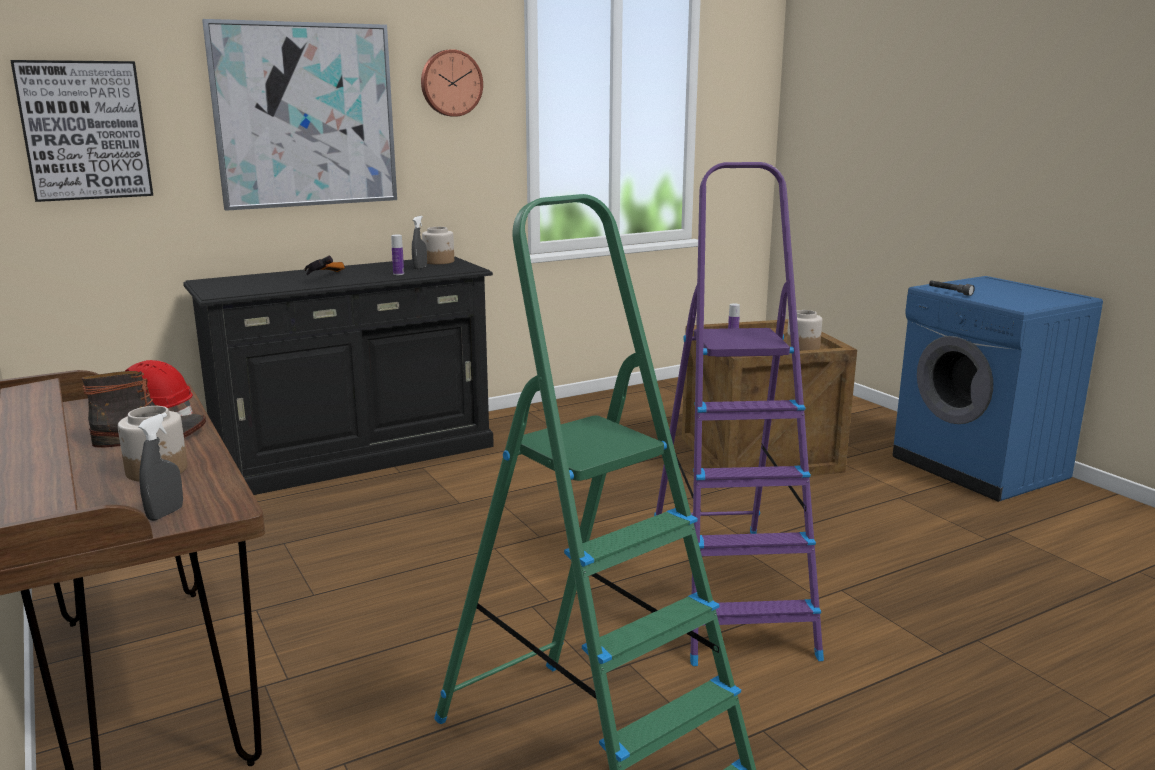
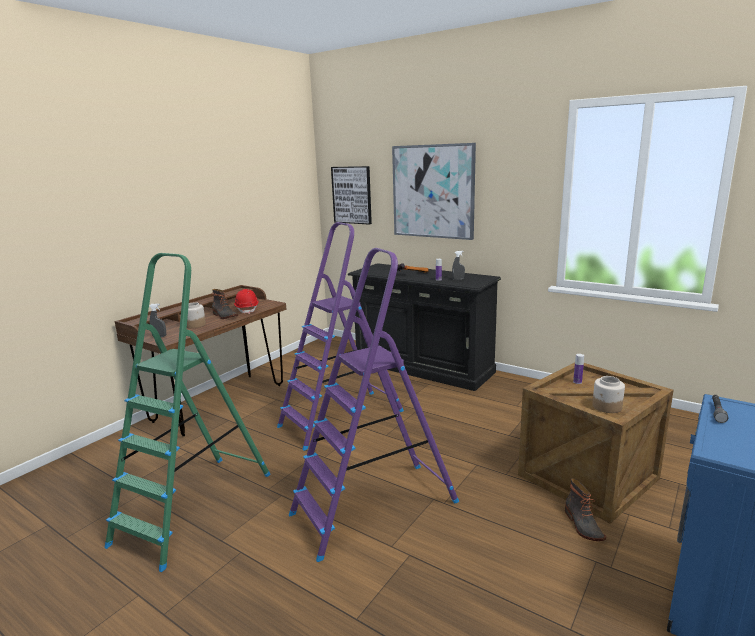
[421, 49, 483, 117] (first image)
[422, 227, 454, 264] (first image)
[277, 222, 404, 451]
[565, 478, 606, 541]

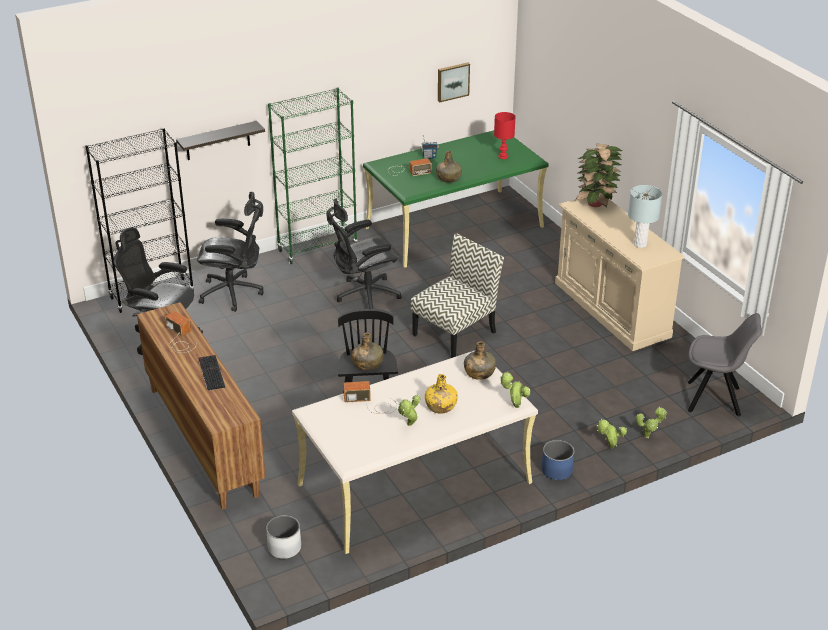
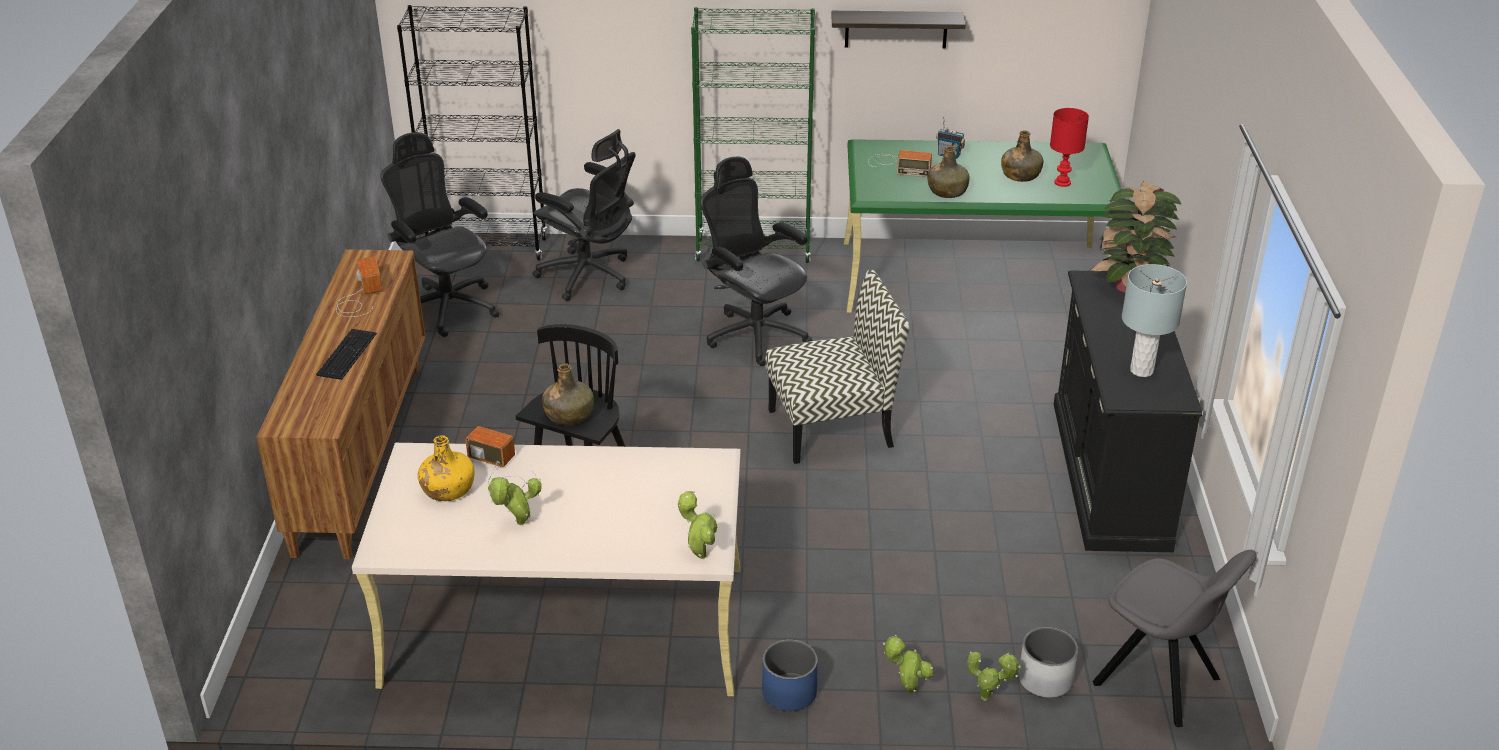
[438, 63, 470, 102] (first image)
[831, 11, 966, 49]
[1018, 627, 1078, 698]
[418, 435, 474, 501]
[1001, 130, 1044, 182]
[1054, 271, 1202, 552]
[700, 157, 813, 366]

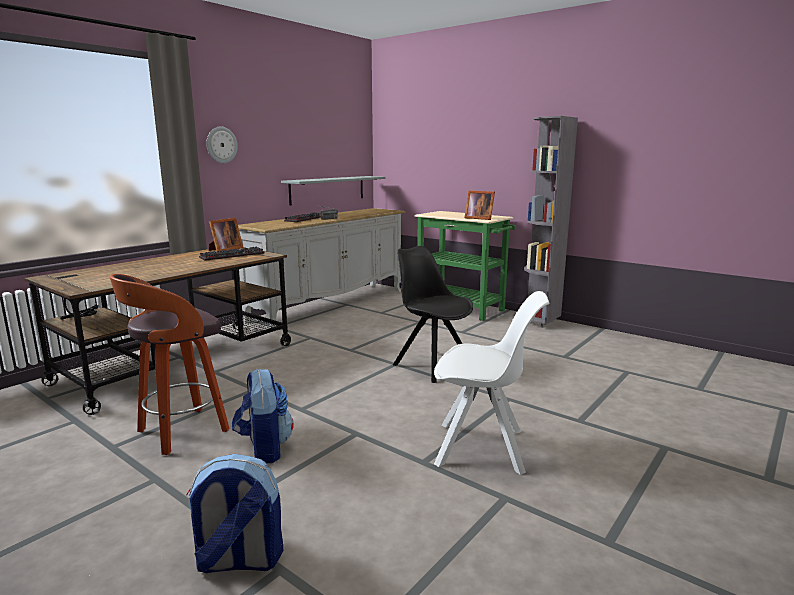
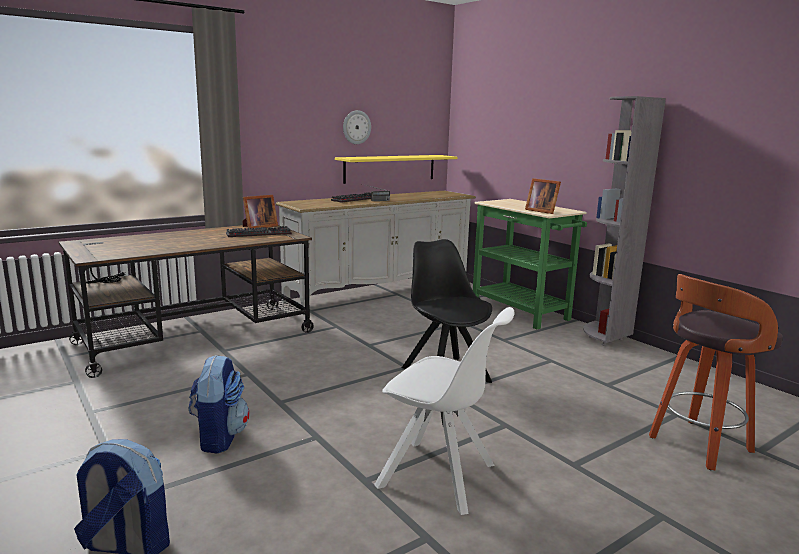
[649, 274, 783, 470]
[343, 110, 371, 144]
[335, 155, 458, 184]

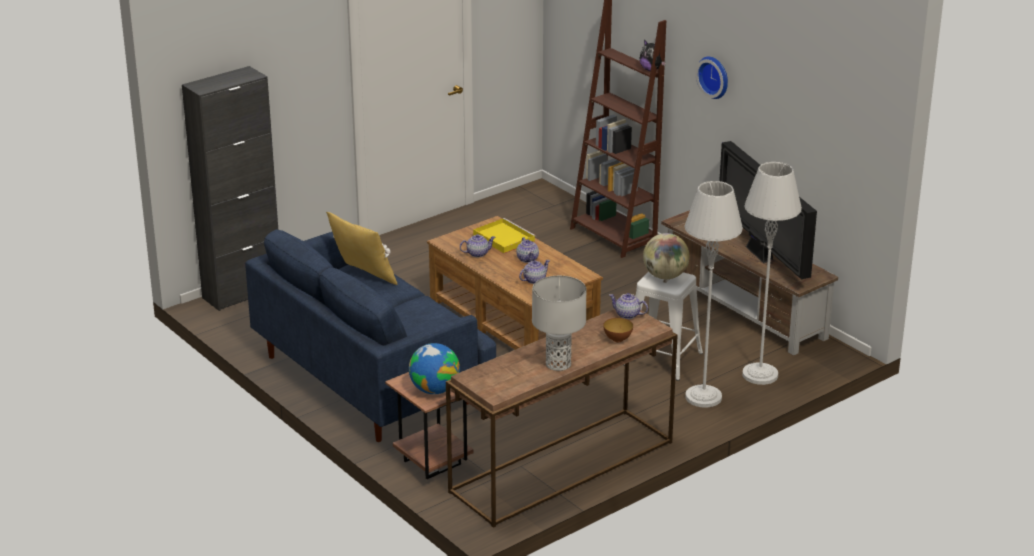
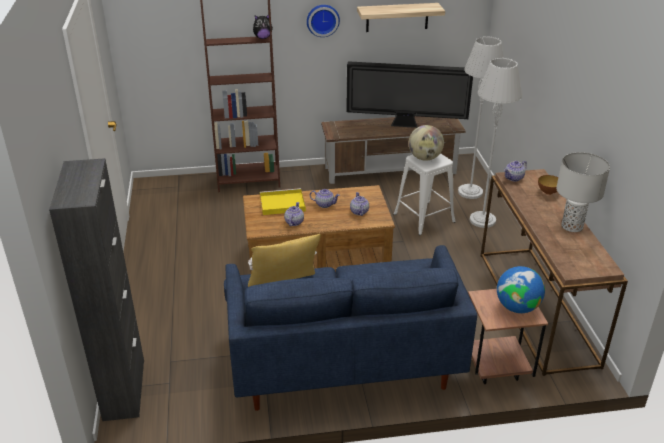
[357, 3, 445, 32]

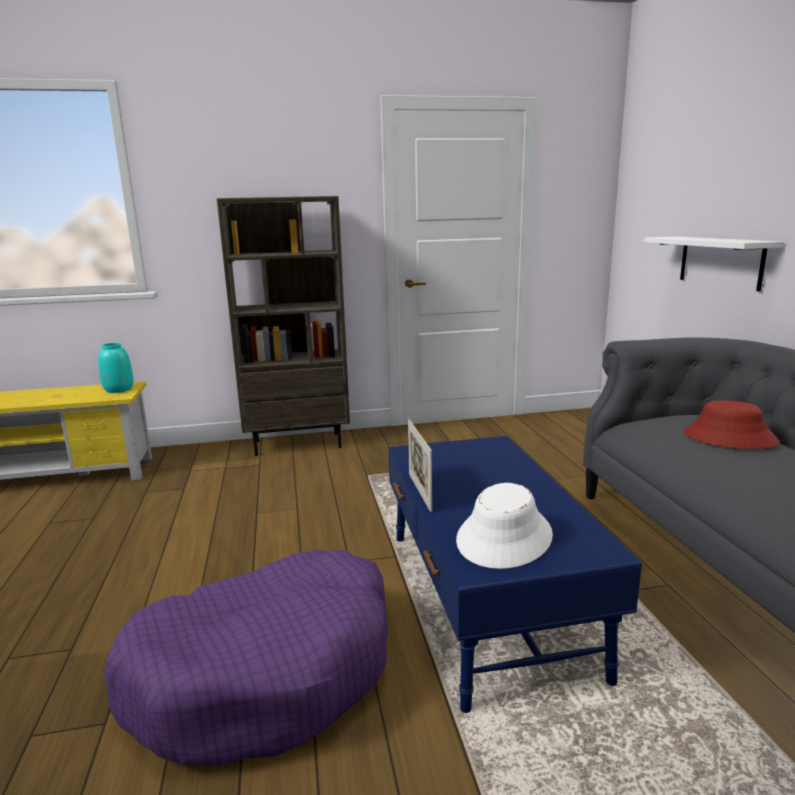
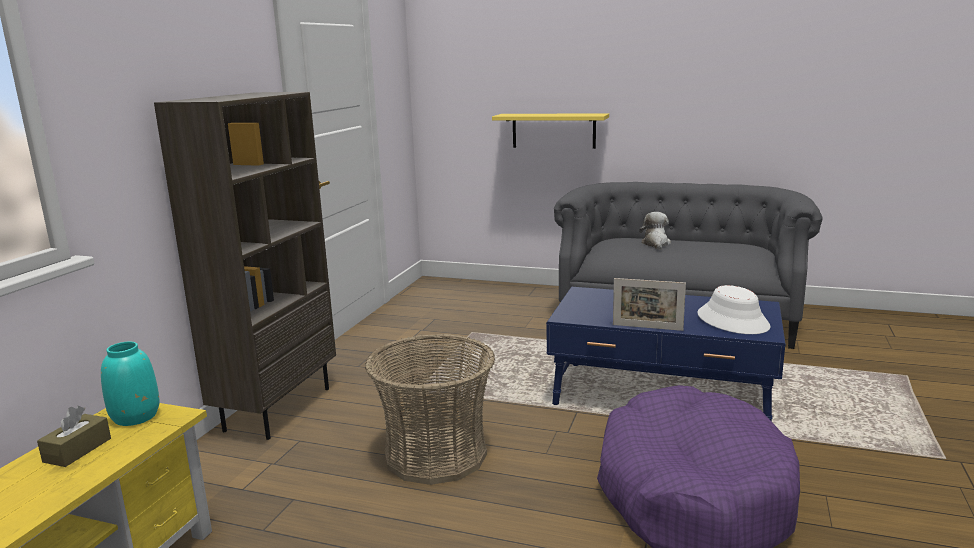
[37, 406, 111, 467]
[365, 334, 495, 485]
[639, 212, 671, 250]
[492, 113, 609, 149]

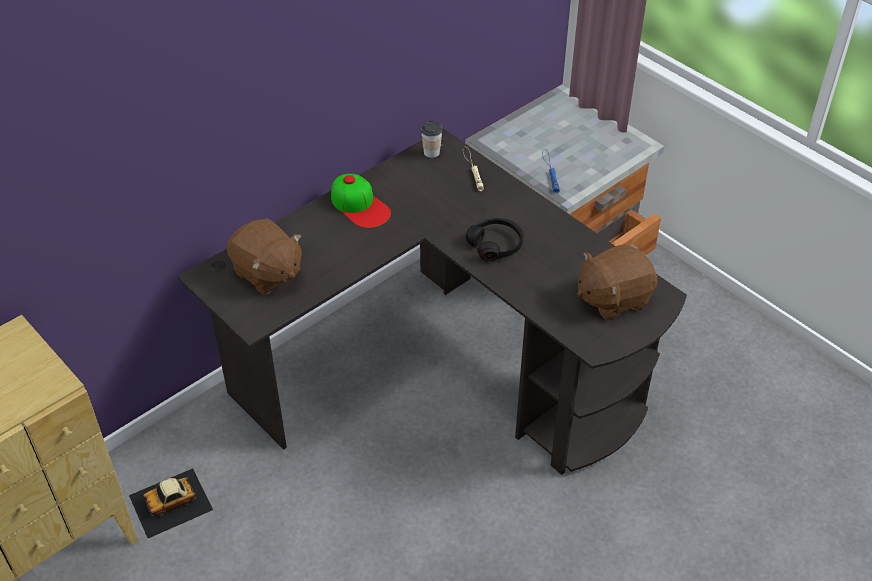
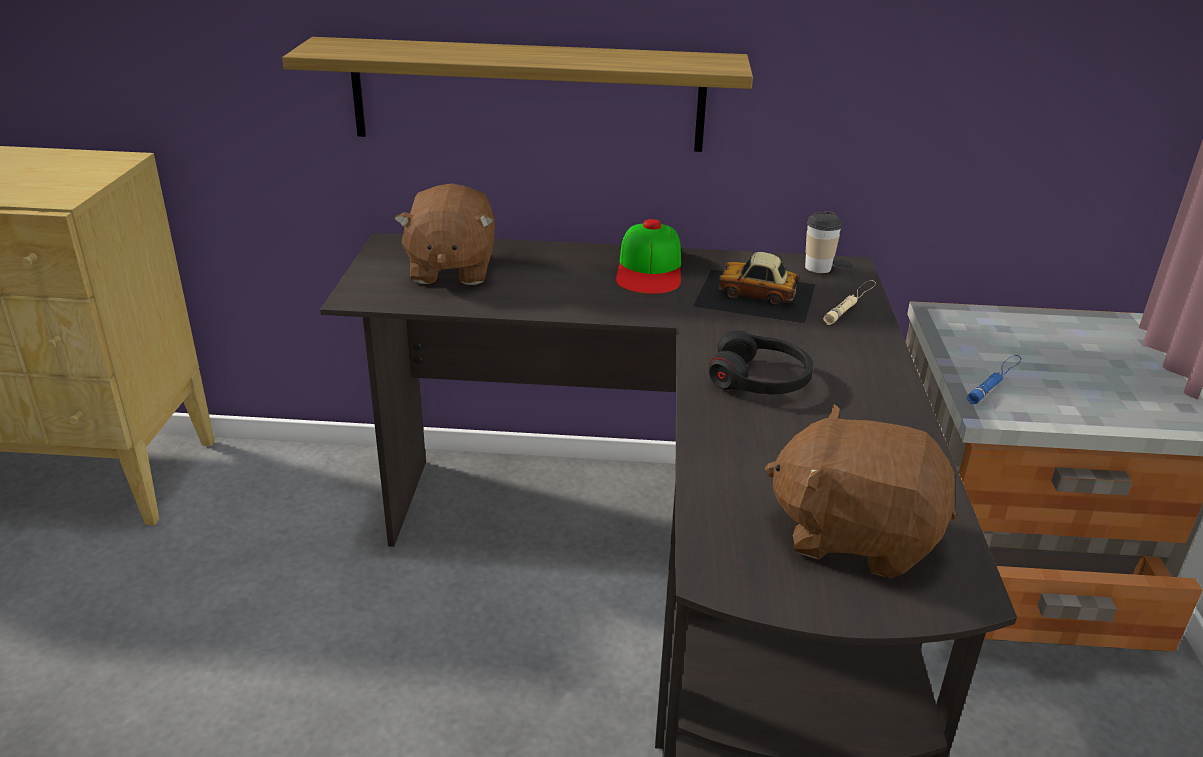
[282, 37, 753, 152]
[693, 252, 815, 324]

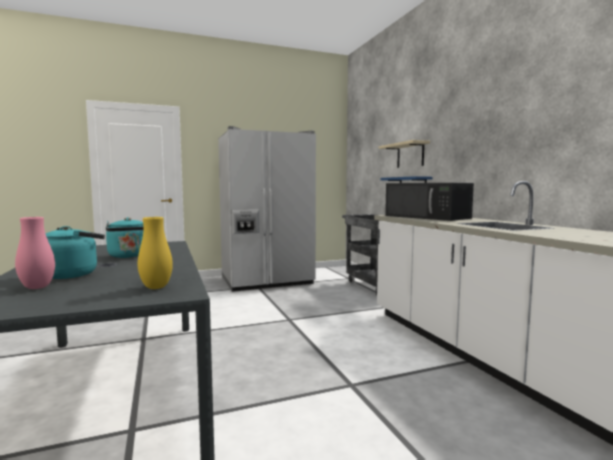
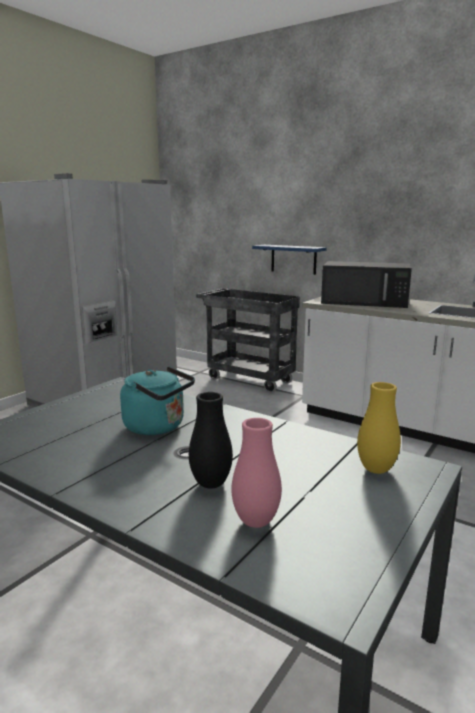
[379, 140, 430, 168] (first image)
[189, 392, 233, 489]

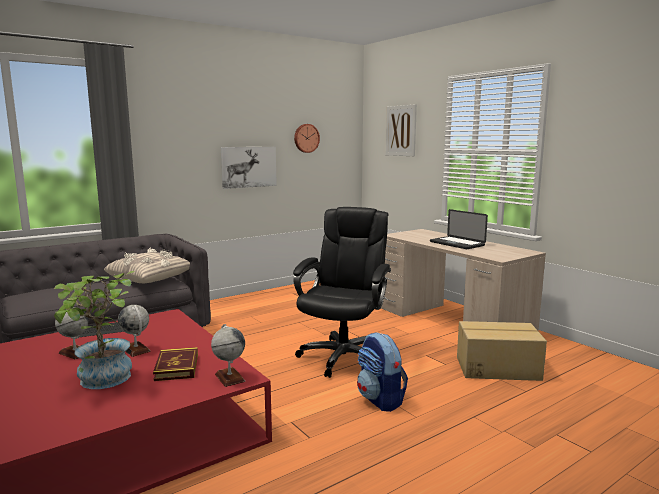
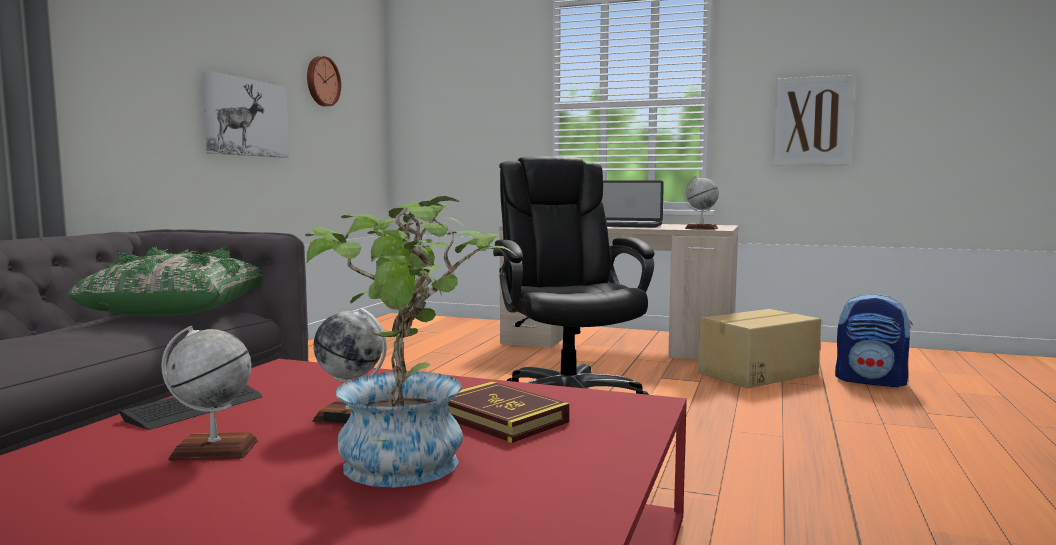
[684, 176, 719, 230]
[835, 294, 913, 388]
[773, 75, 854, 166]
[67, 246, 262, 316]

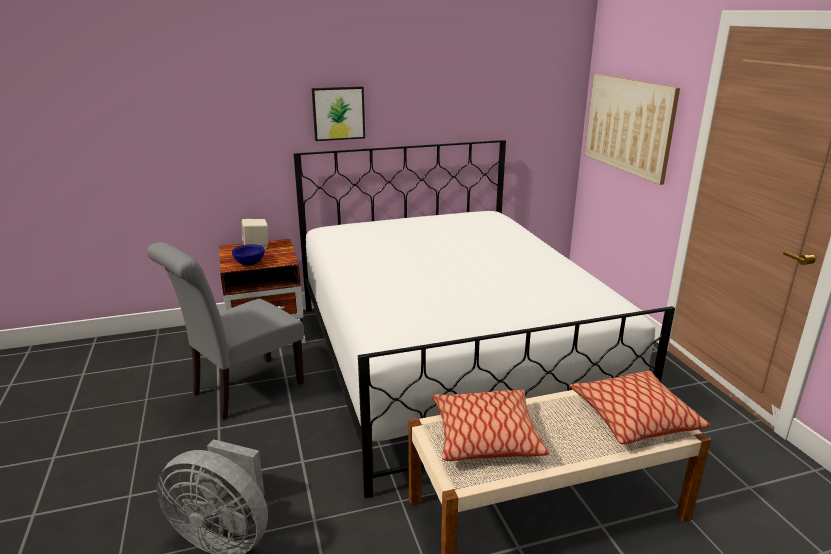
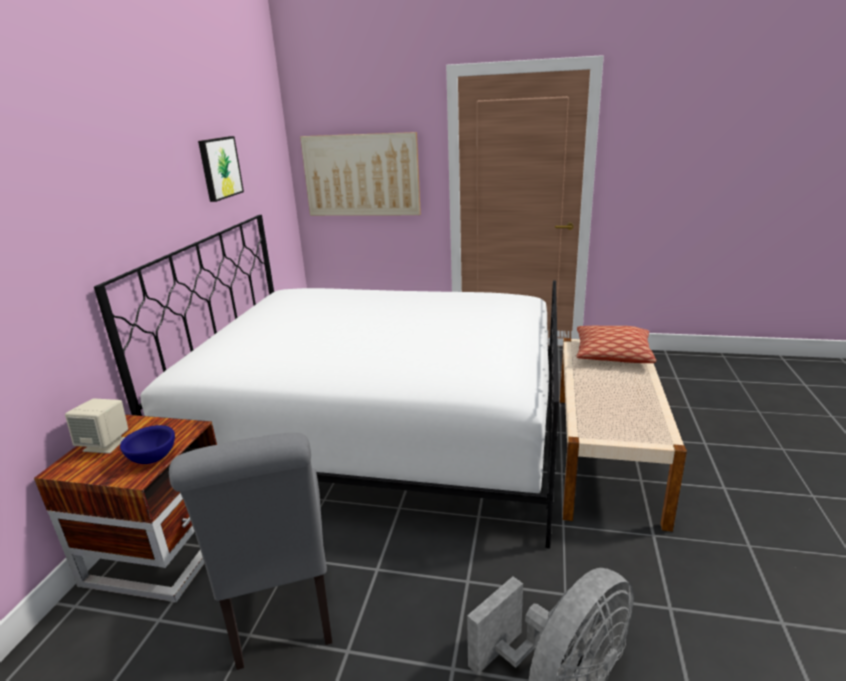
[432, 390, 549, 461] (first image)
[198, 136, 244, 202]

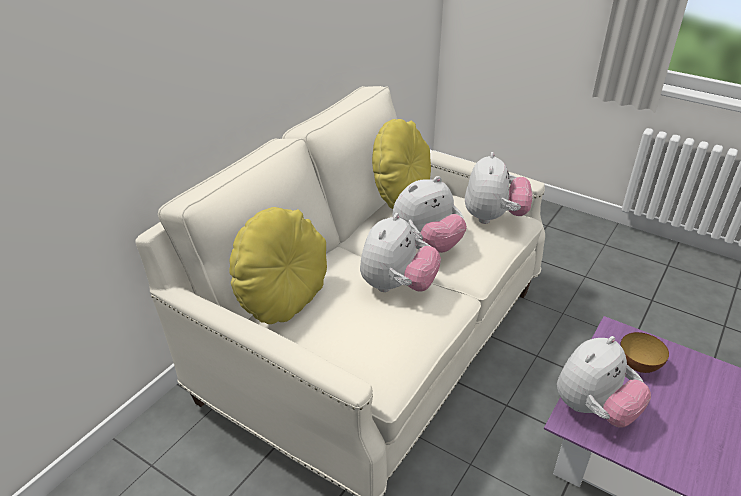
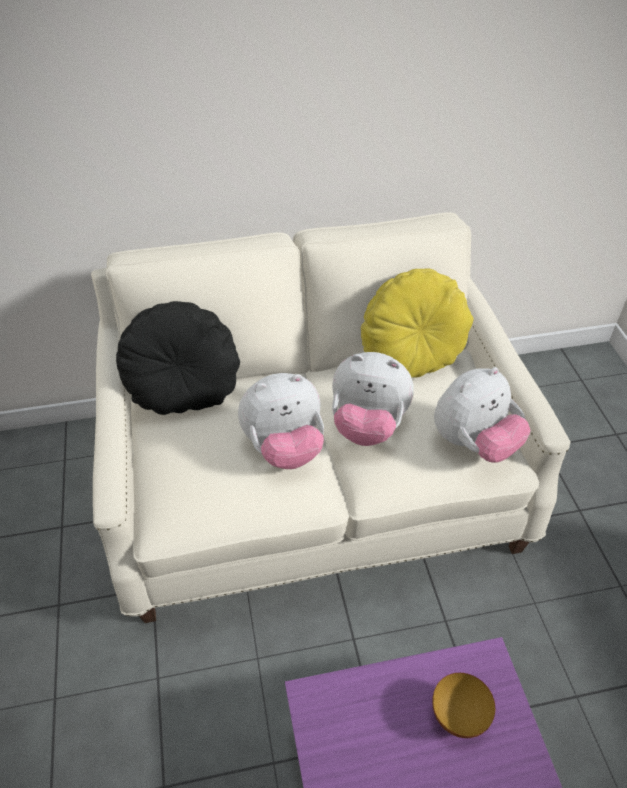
[557, 336, 651, 428] (first image)
[116, 301, 240, 415]

